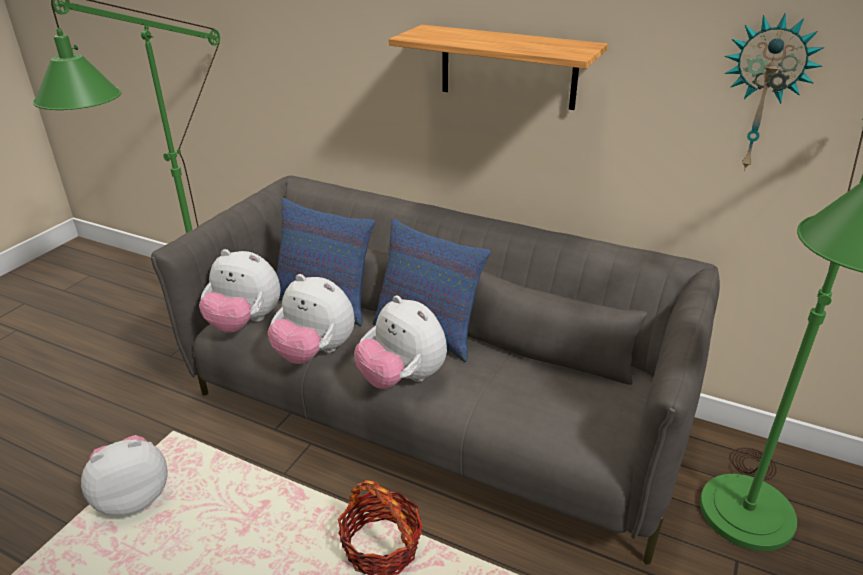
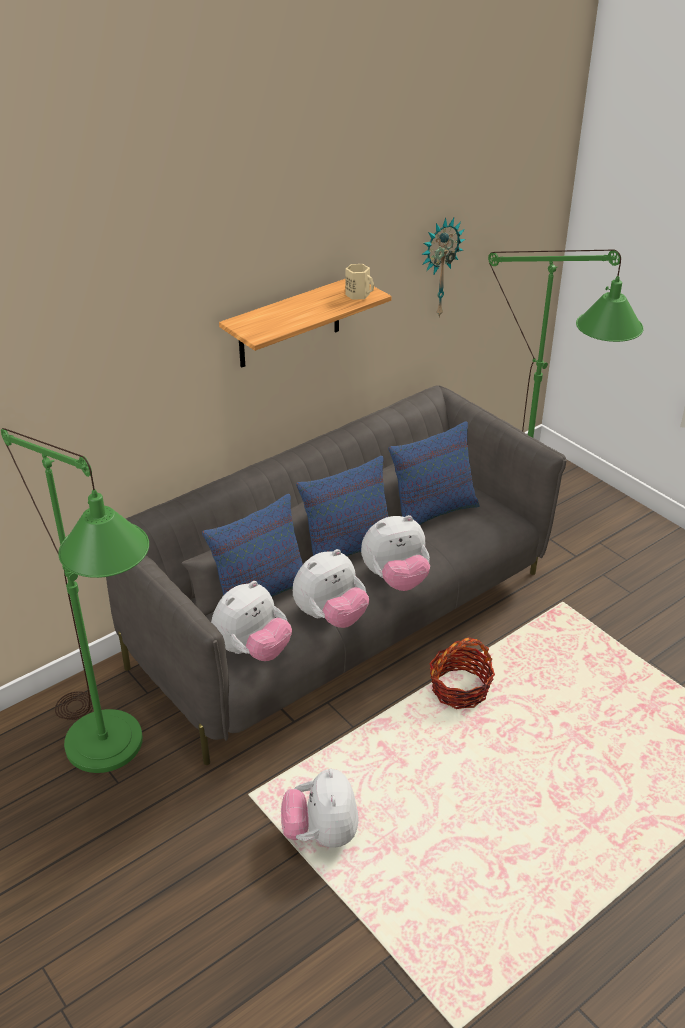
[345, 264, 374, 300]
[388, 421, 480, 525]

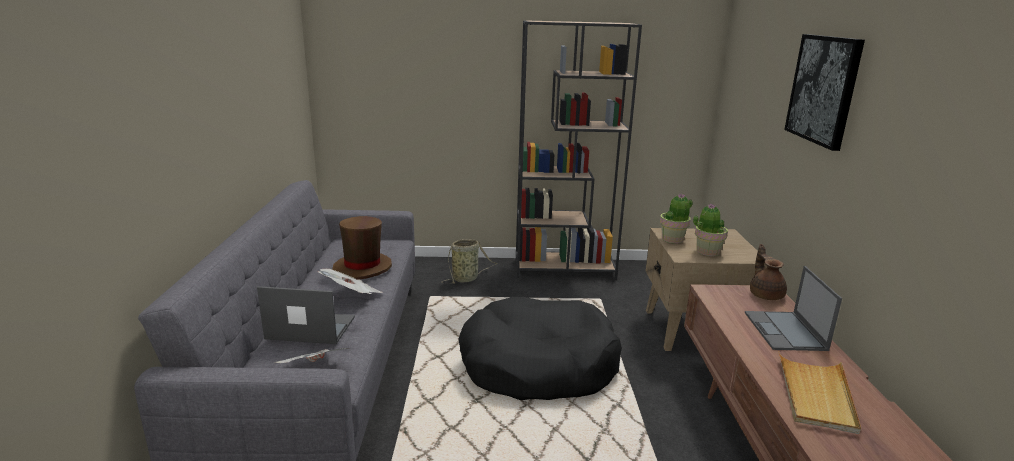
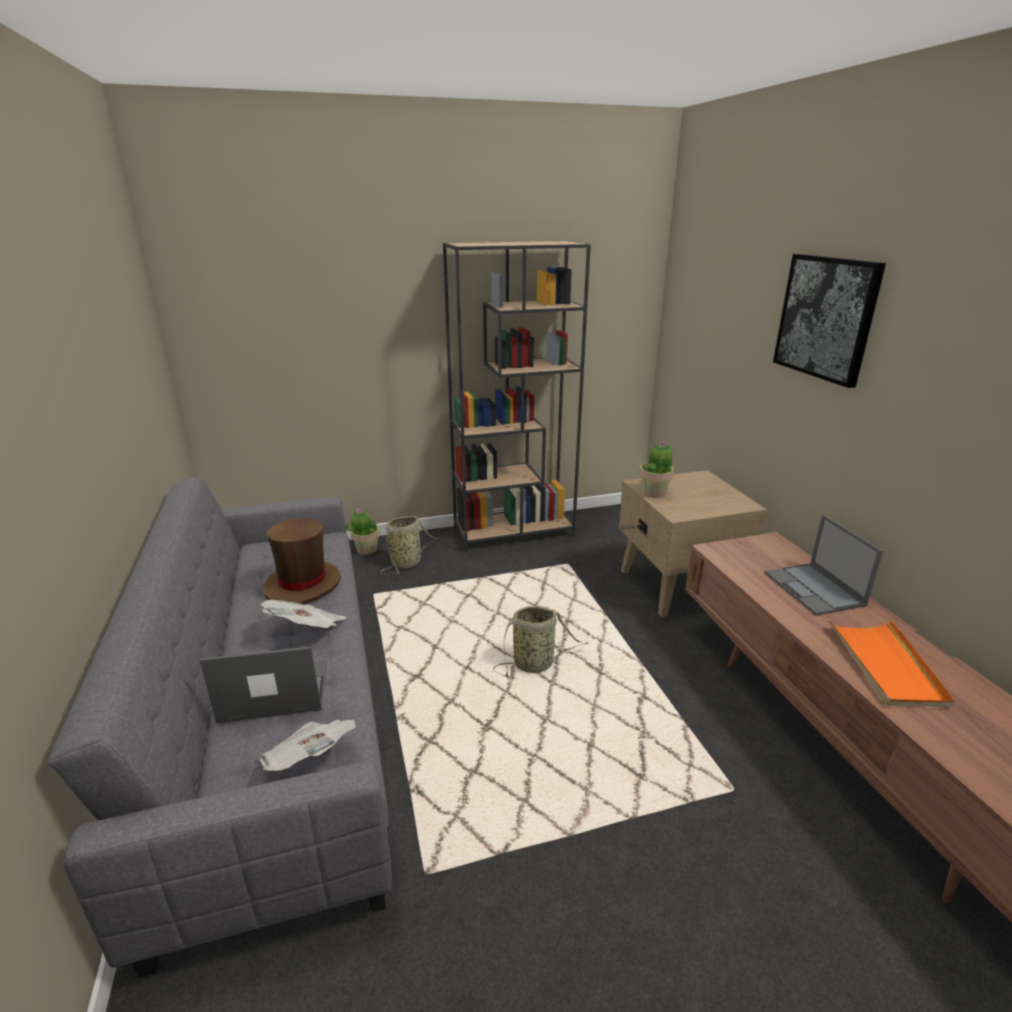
[750, 244, 787, 300] (first image)
[345, 509, 380, 555]
[494, 606, 589, 679]
[829, 619, 955, 707]

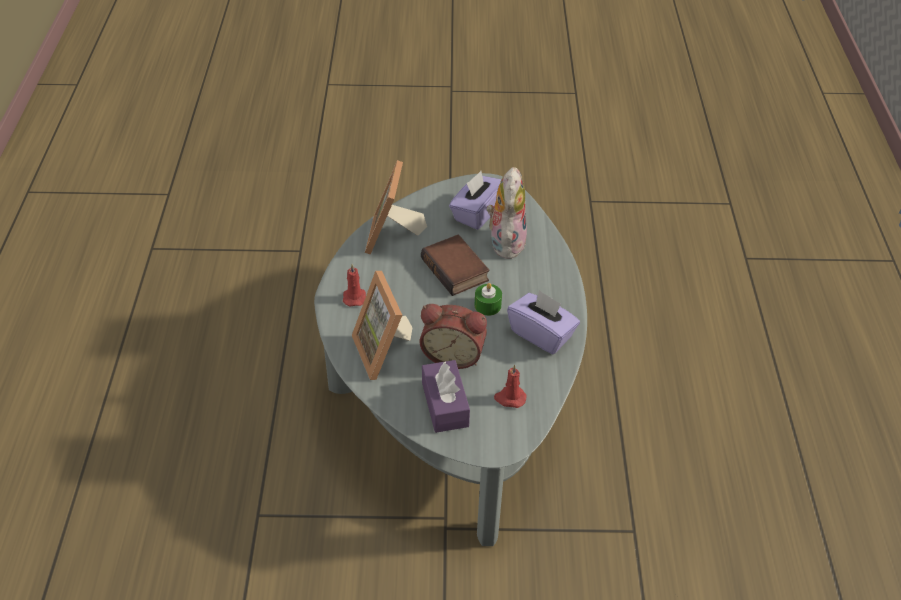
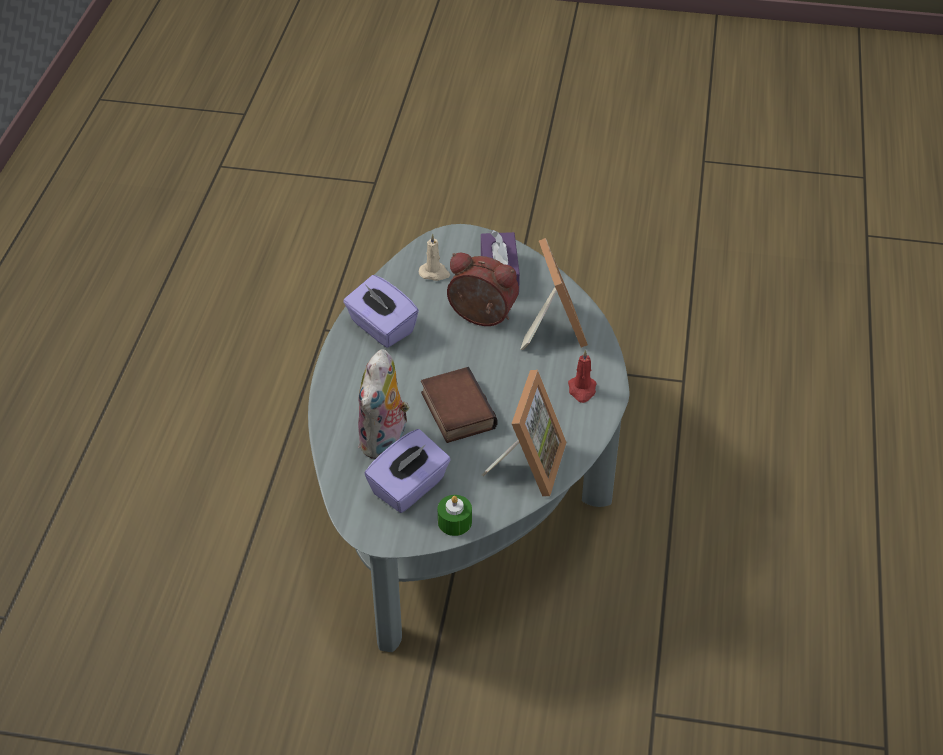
[438, 495, 472, 536]
[419, 233, 450, 281]

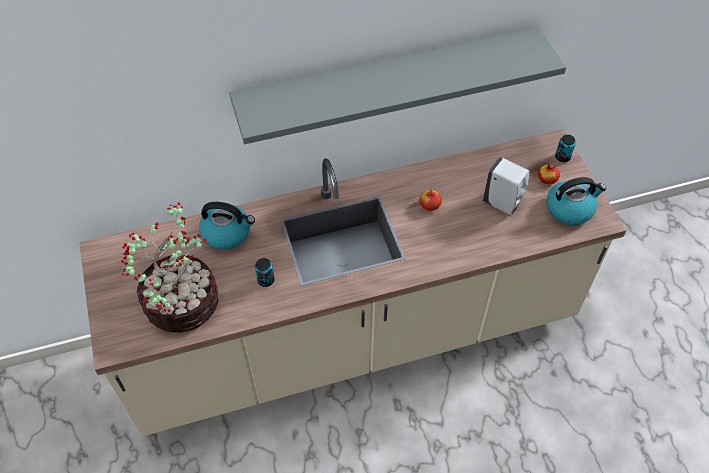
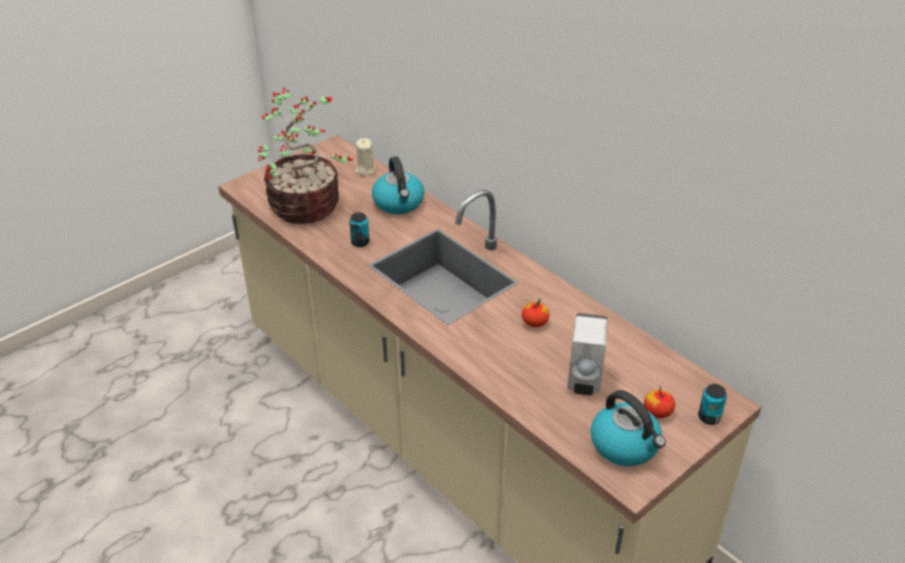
[229, 27, 566, 144] (first image)
[355, 138, 375, 176]

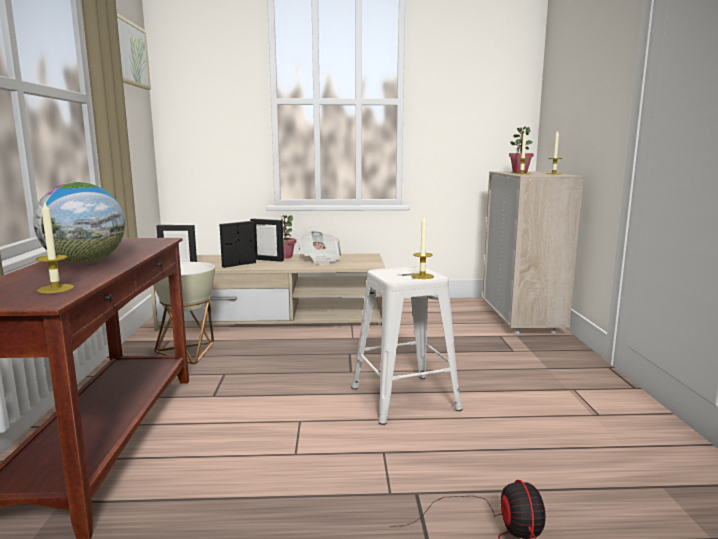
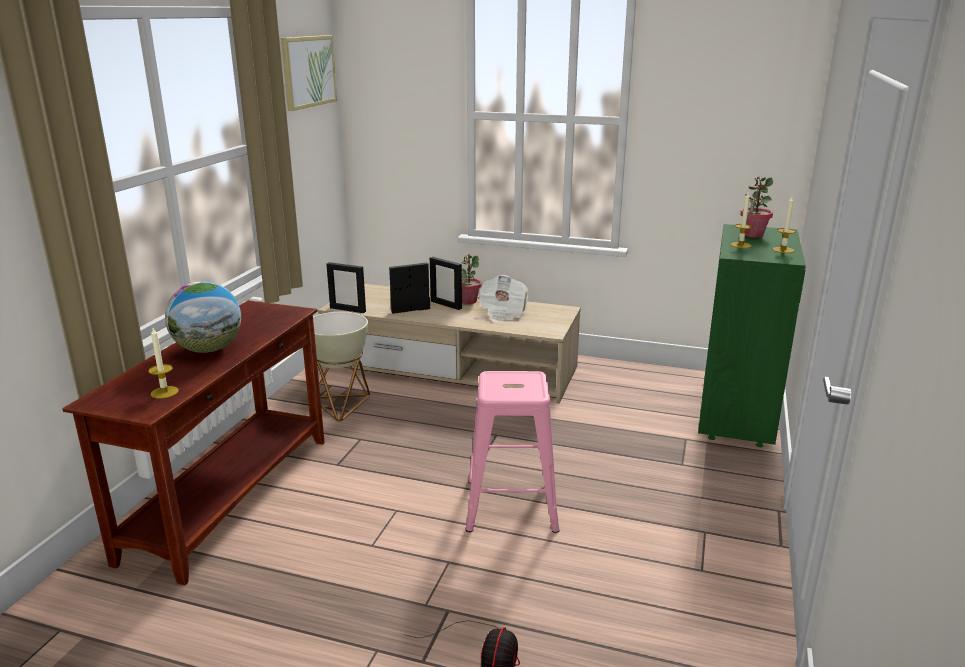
[411, 217, 434, 279] (first image)
[465, 371, 560, 533]
[698, 224, 806, 447]

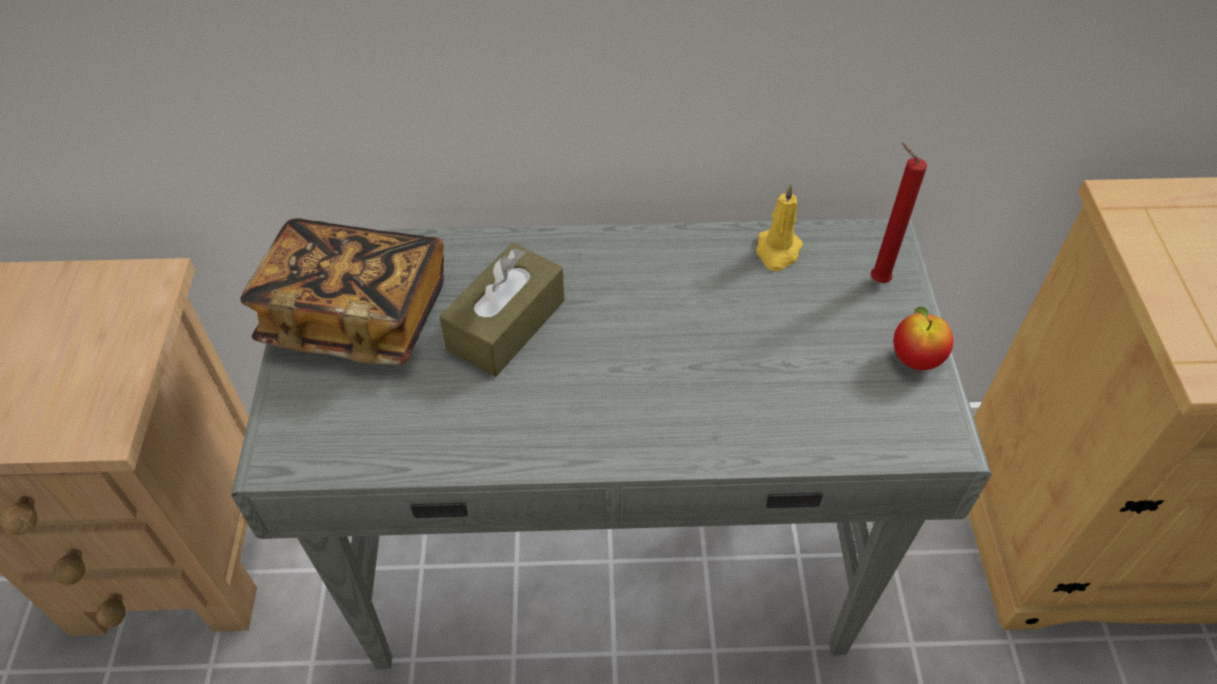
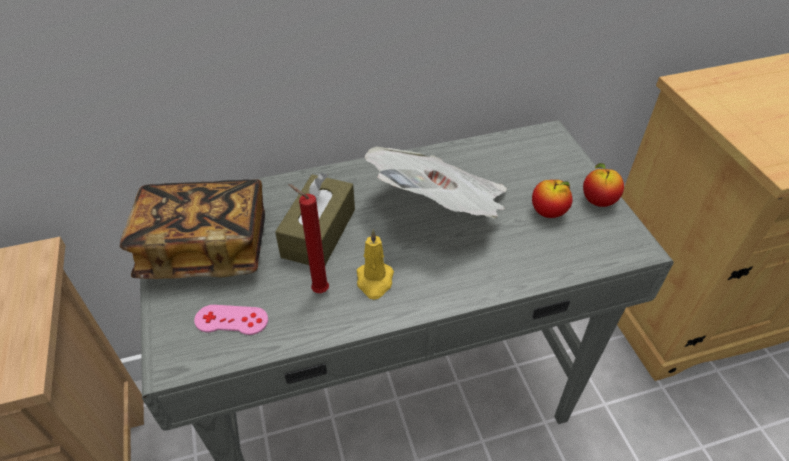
[194, 305, 268, 335]
[365, 147, 507, 218]
[532, 180, 573, 218]
[357, 229, 394, 300]
[288, 184, 329, 293]

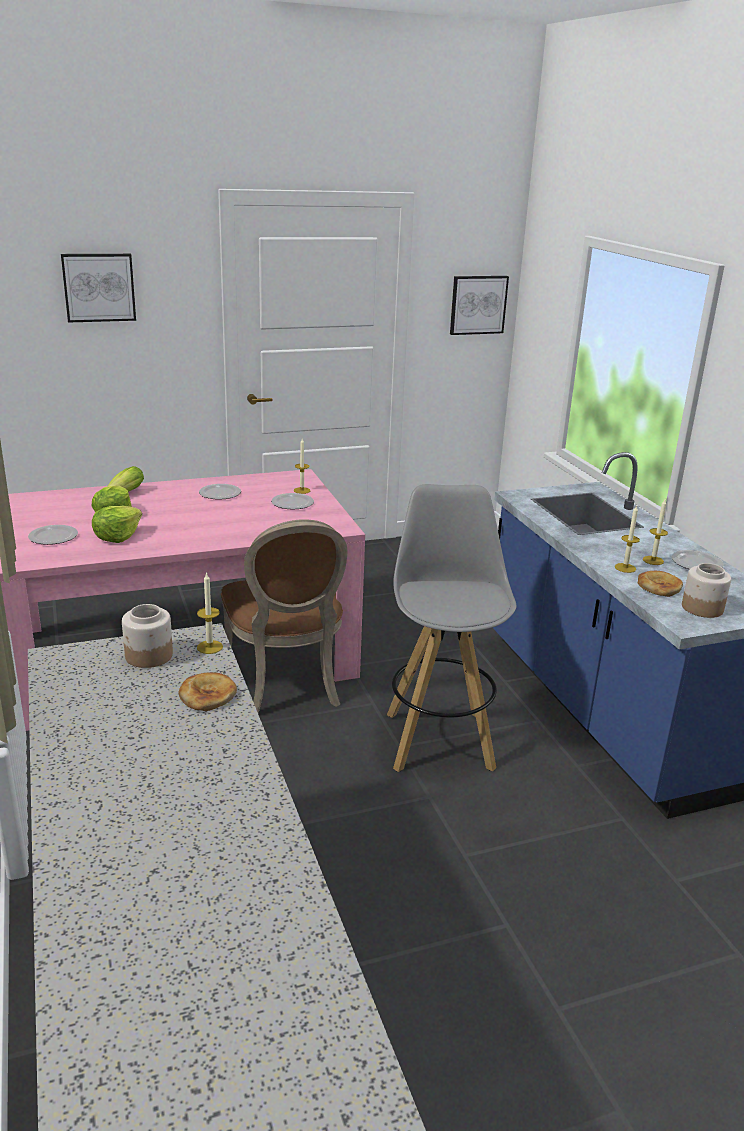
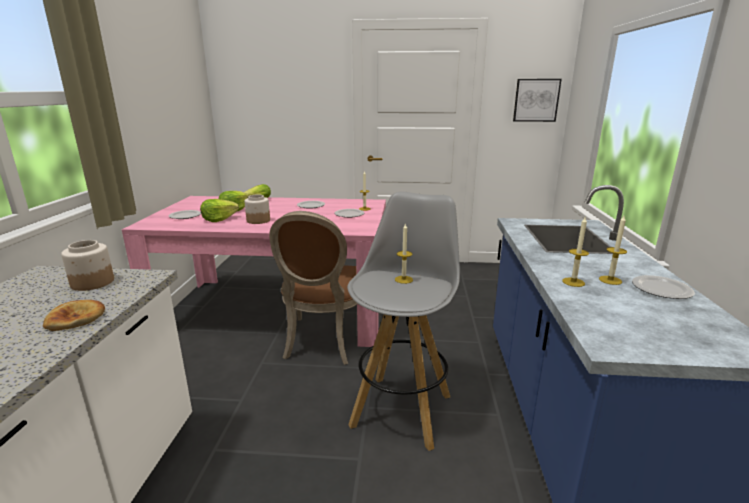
[61, 254, 136, 323] (first image)
[638, 571, 683, 597] (first image)
[395, 224, 413, 284]
[244, 194, 270, 224]

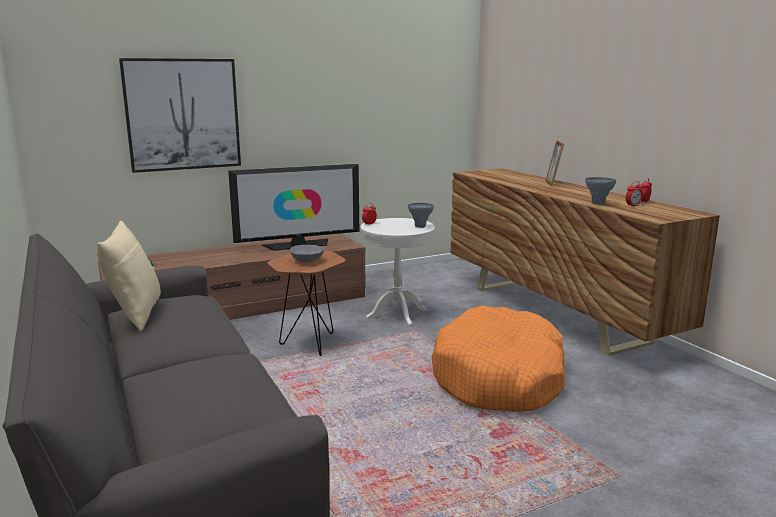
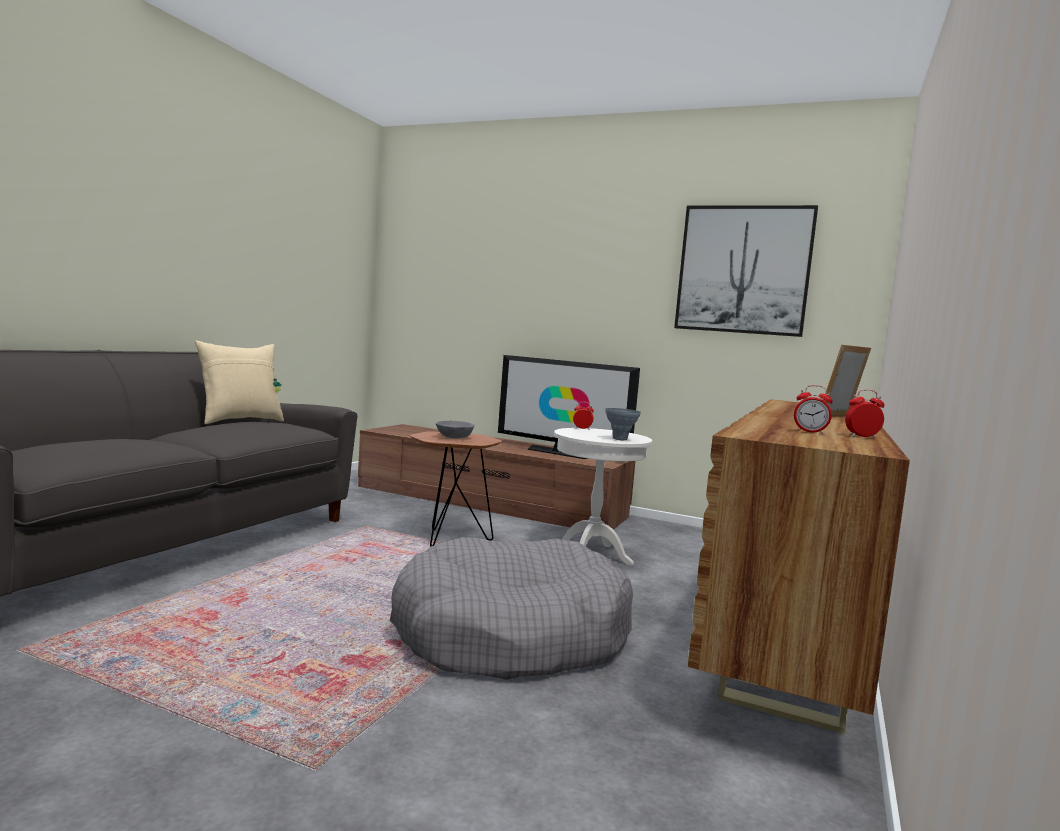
[585, 177, 616, 205] (first image)
[674, 205, 818, 337]
[390, 537, 633, 680]

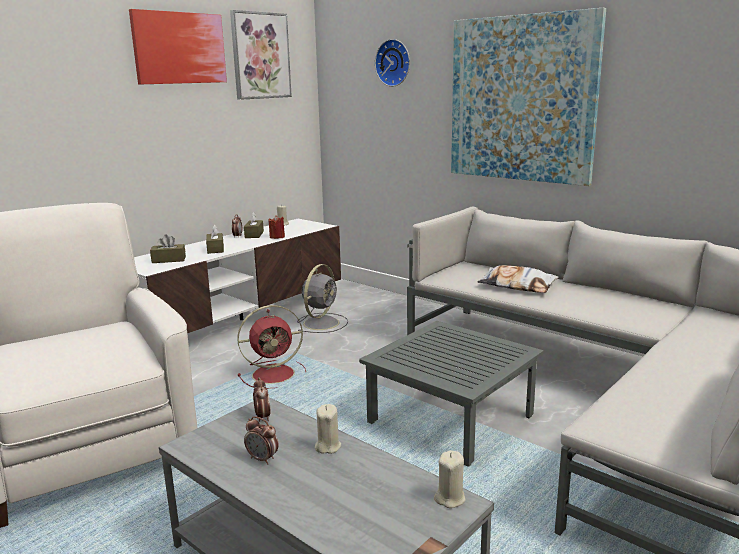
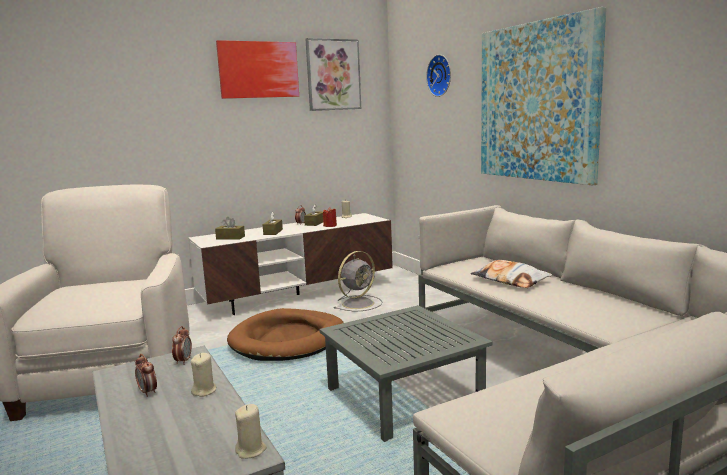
[227, 308, 344, 361]

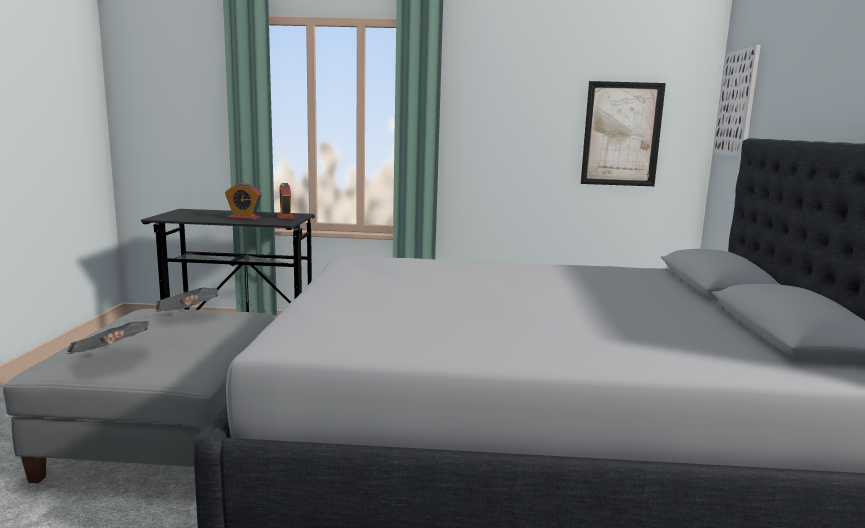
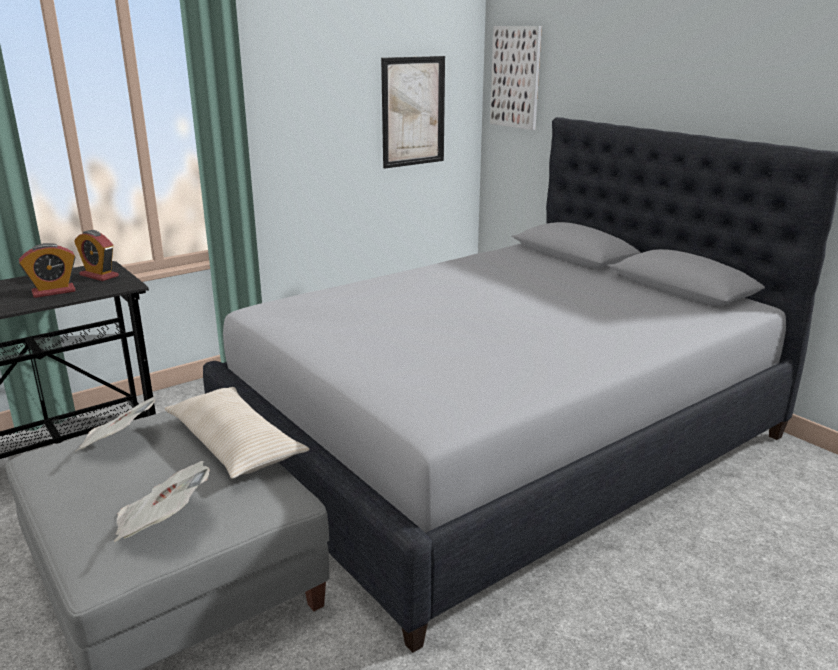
[164, 387, 309, 479]

